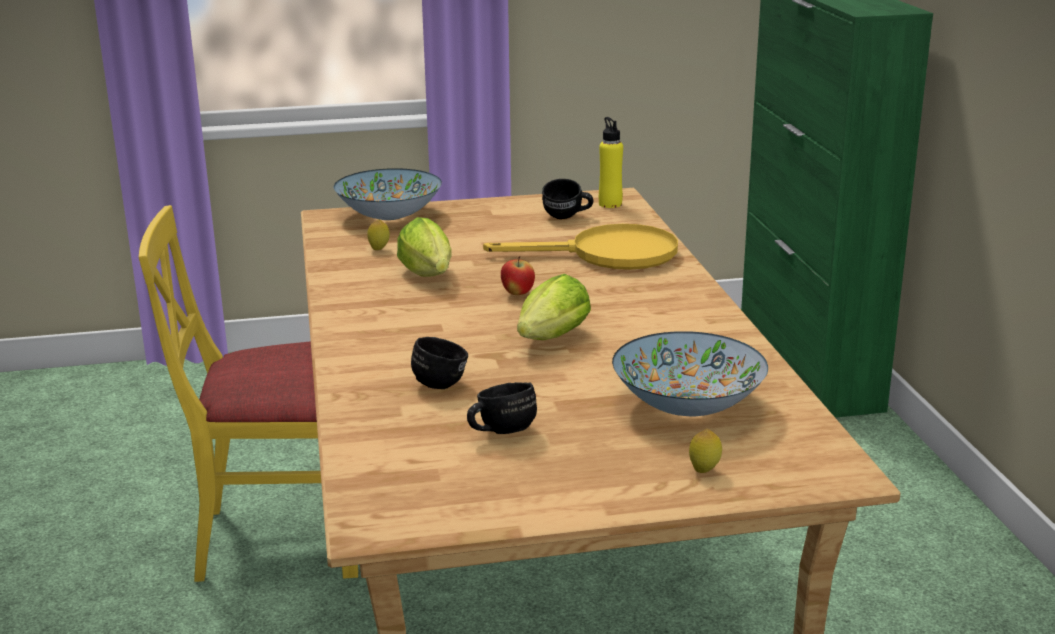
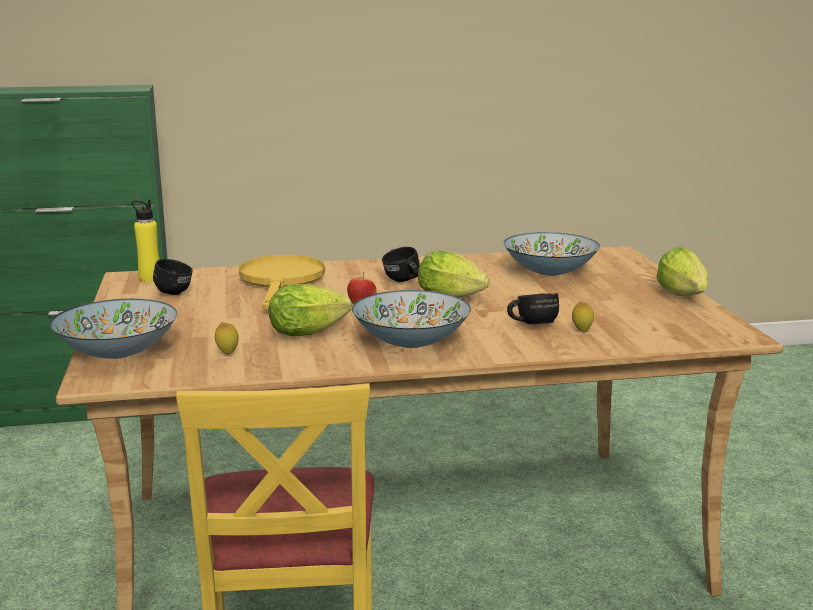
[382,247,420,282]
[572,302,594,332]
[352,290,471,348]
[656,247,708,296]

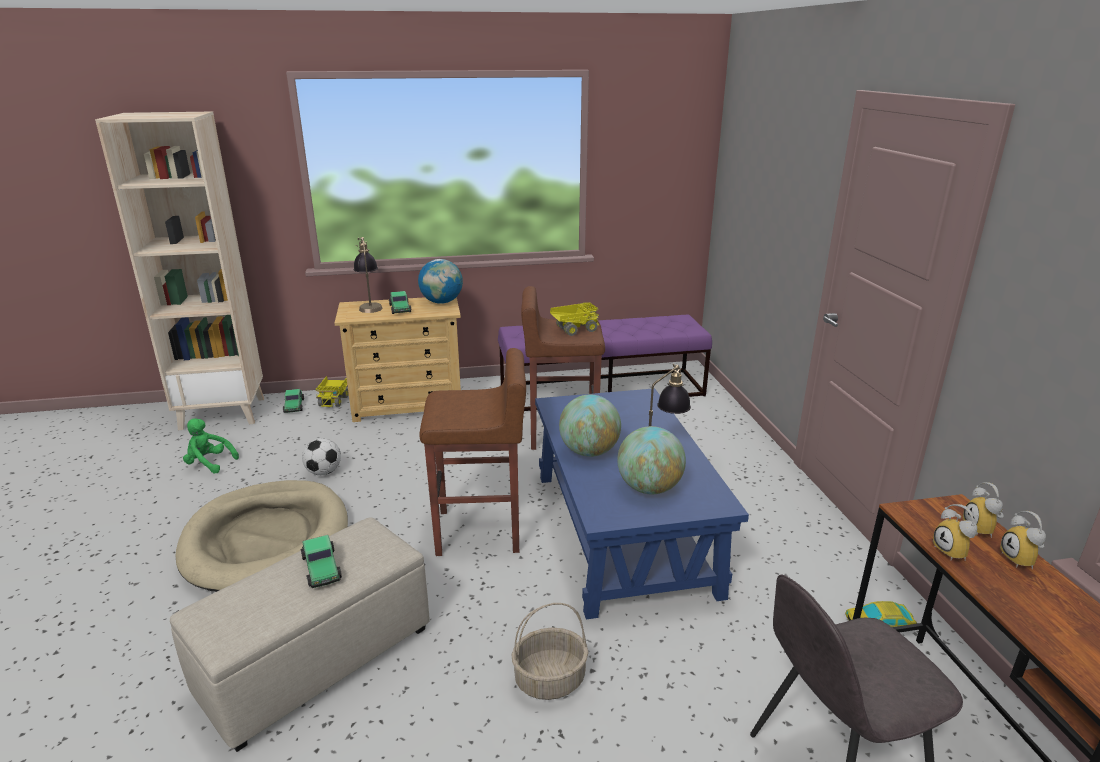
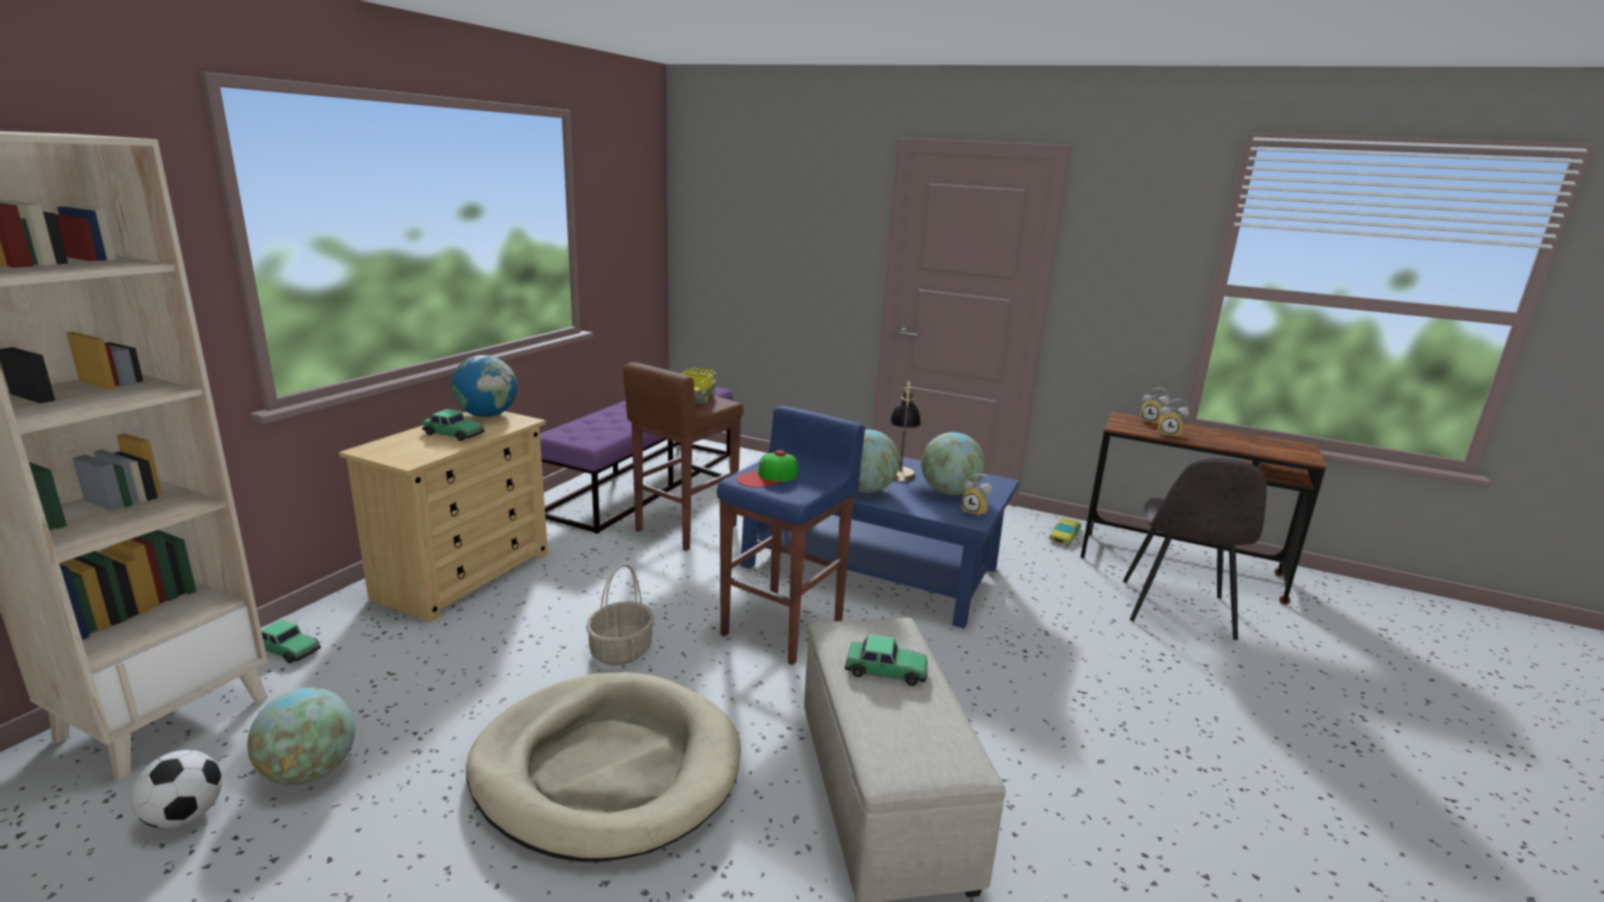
[247,688,355,785]
[130,750,222,828]
[316,376,349,408] (first image)
[354,237,383,313] (first image)
[717,406,865,665]
[586,564,654,665]
[961,474,992,516]
[736,450,798,488]

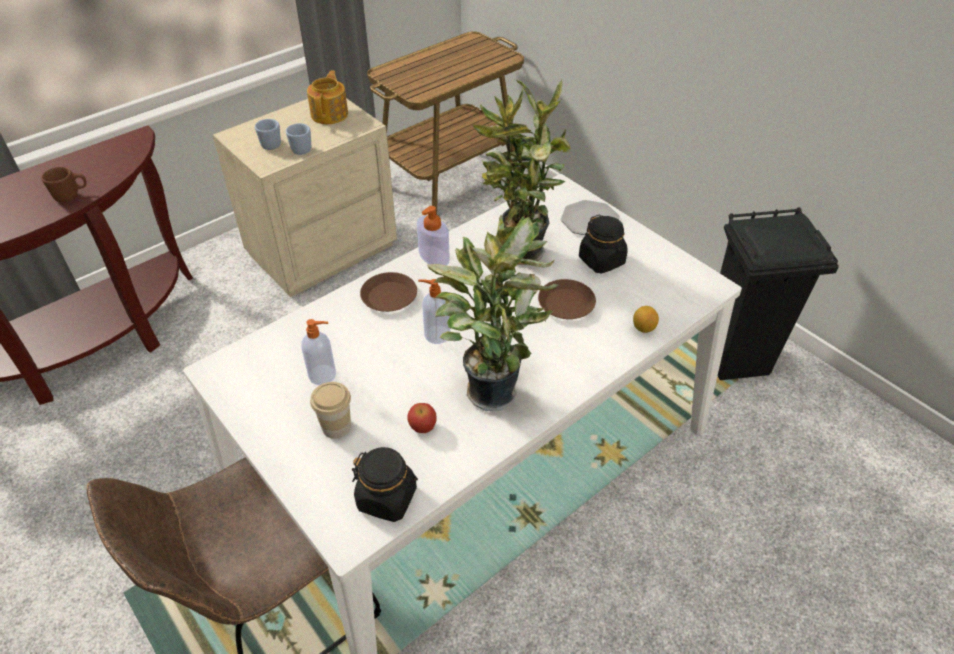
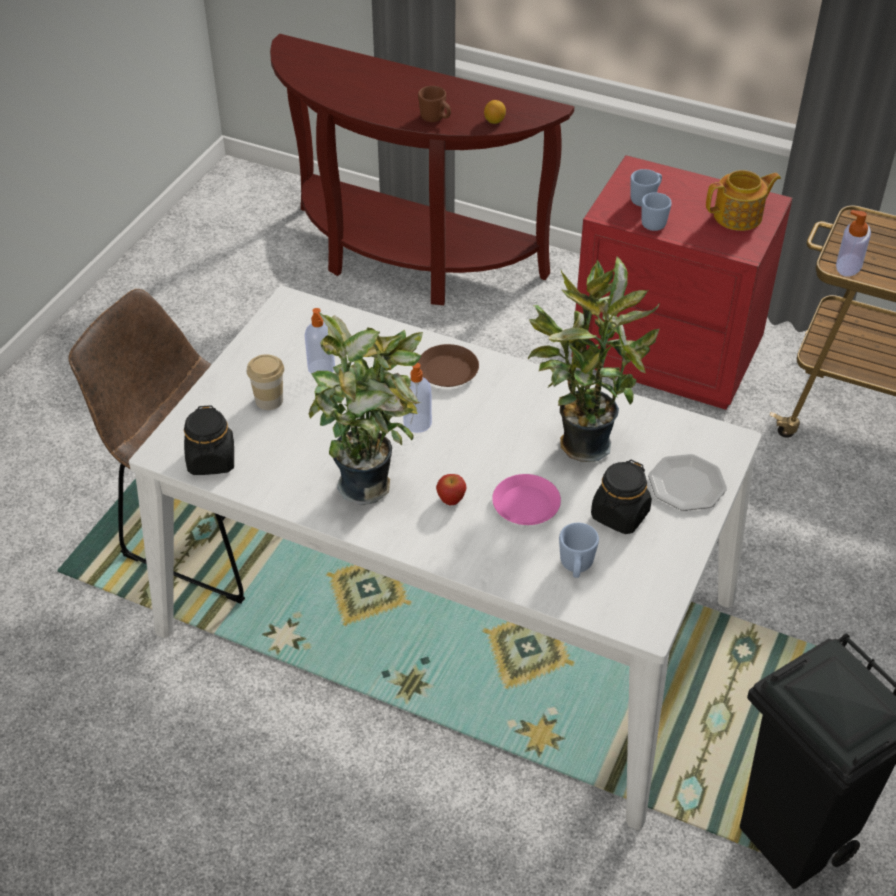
[571,155,793,410]
[436,474,467,505]
[836,210,871,277]
[492,474,561,525]
[484,100,506,124]
[559,523,599,578]

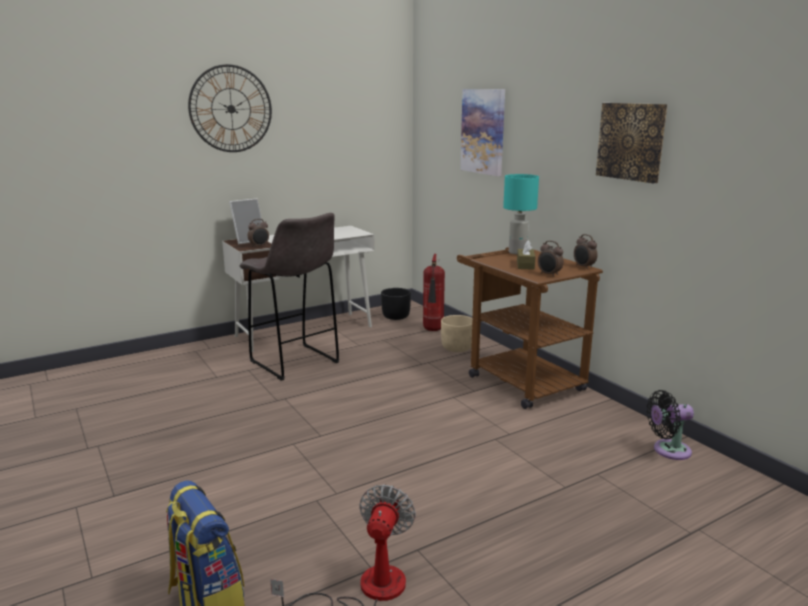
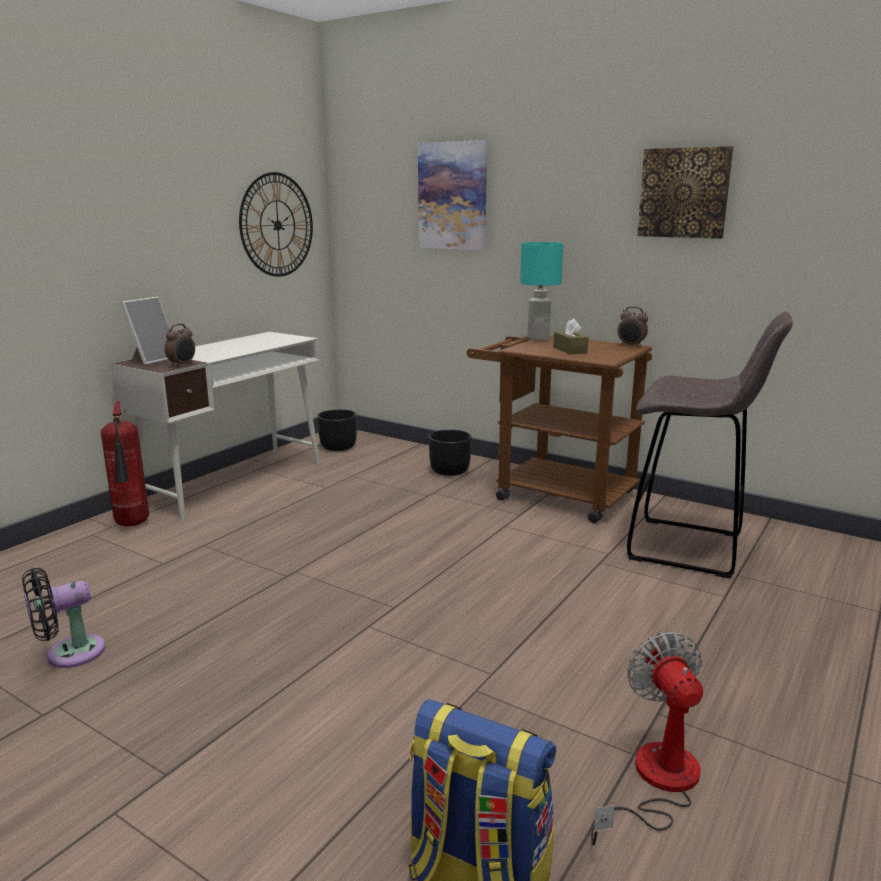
[239,172,313,277]
[627,312,793,579]
[101,401,149,526]
[429,429,472,476]
[538,241,564,277] (first image)
[22,568,105,668]

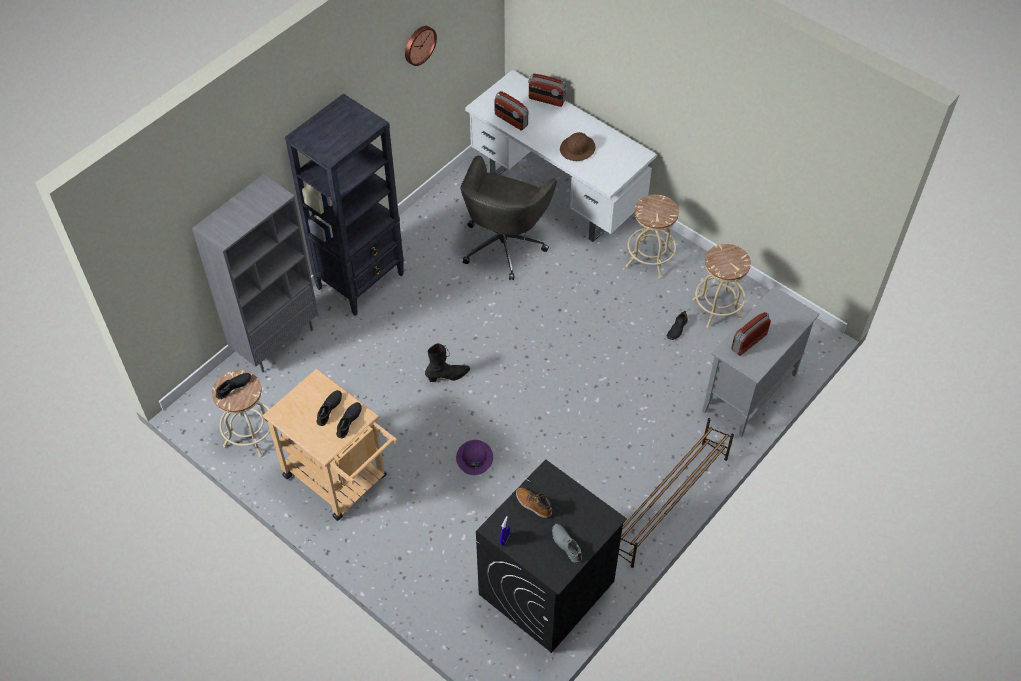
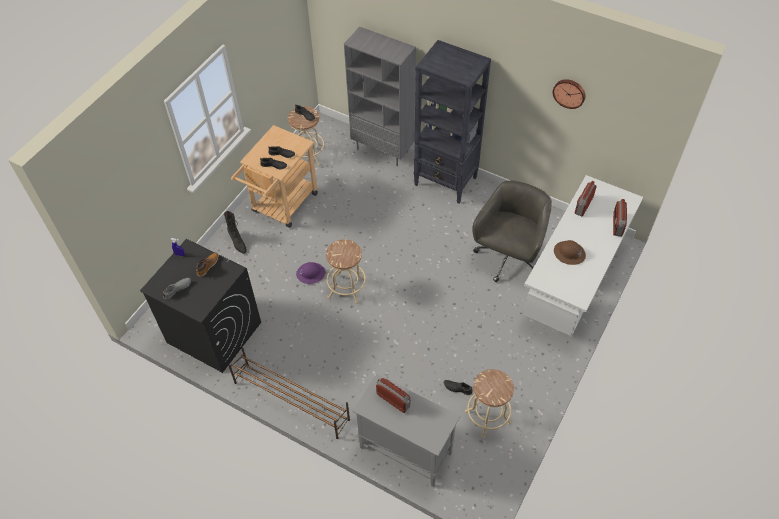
[224,211,247,254]
[472,181,552,282]
[326,239,366,304]

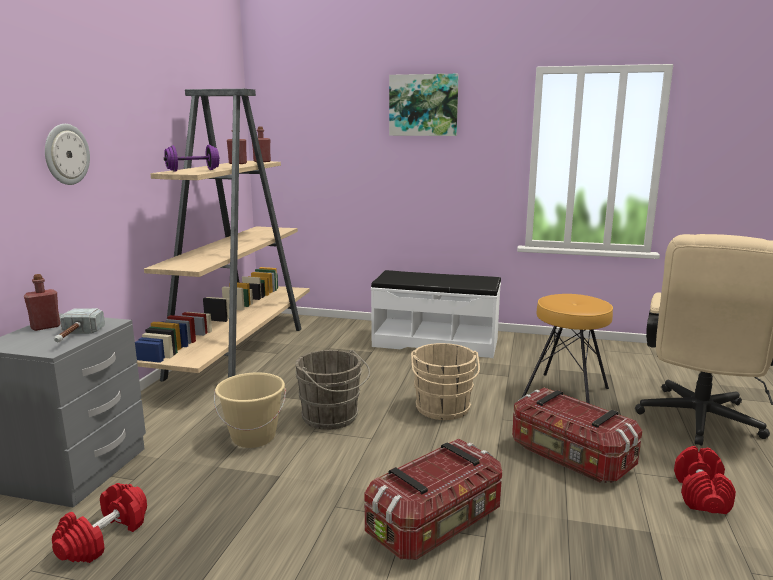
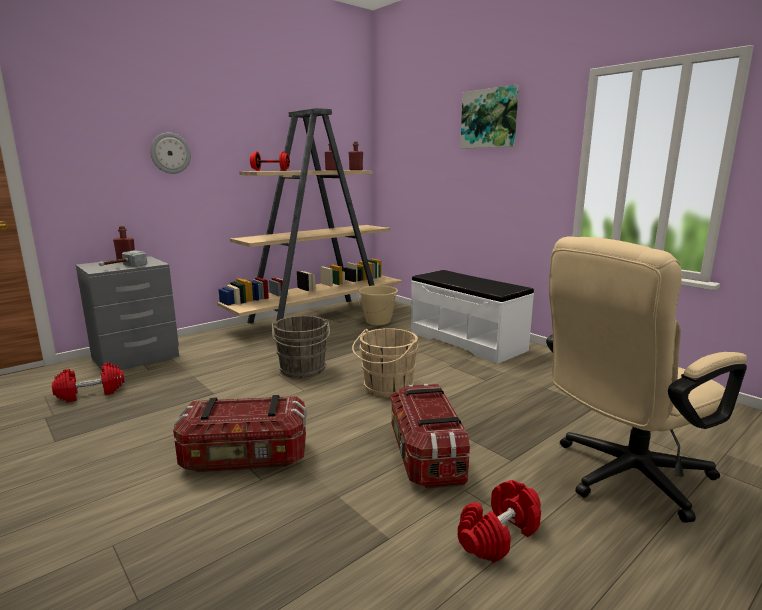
[250,151,290,171]
[359,285,398,325]
[521,294,613,404] (first image)

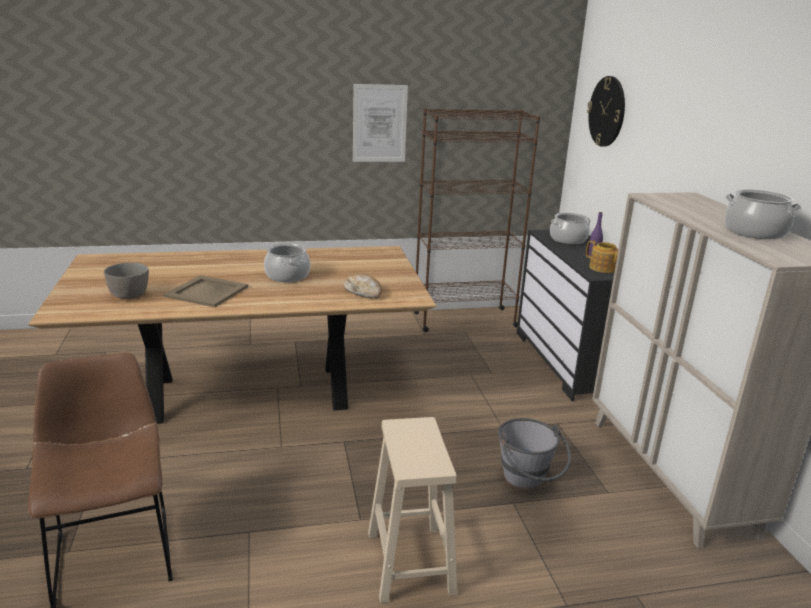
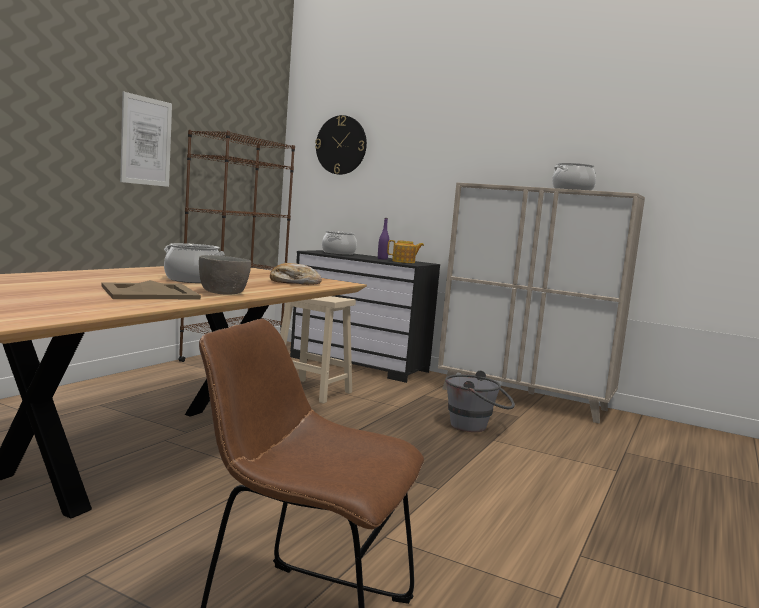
[199,255,251,295]
[280,296,356,404]

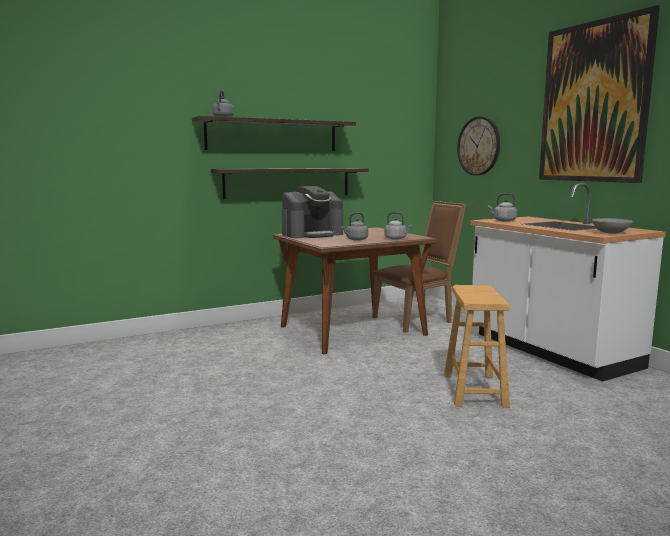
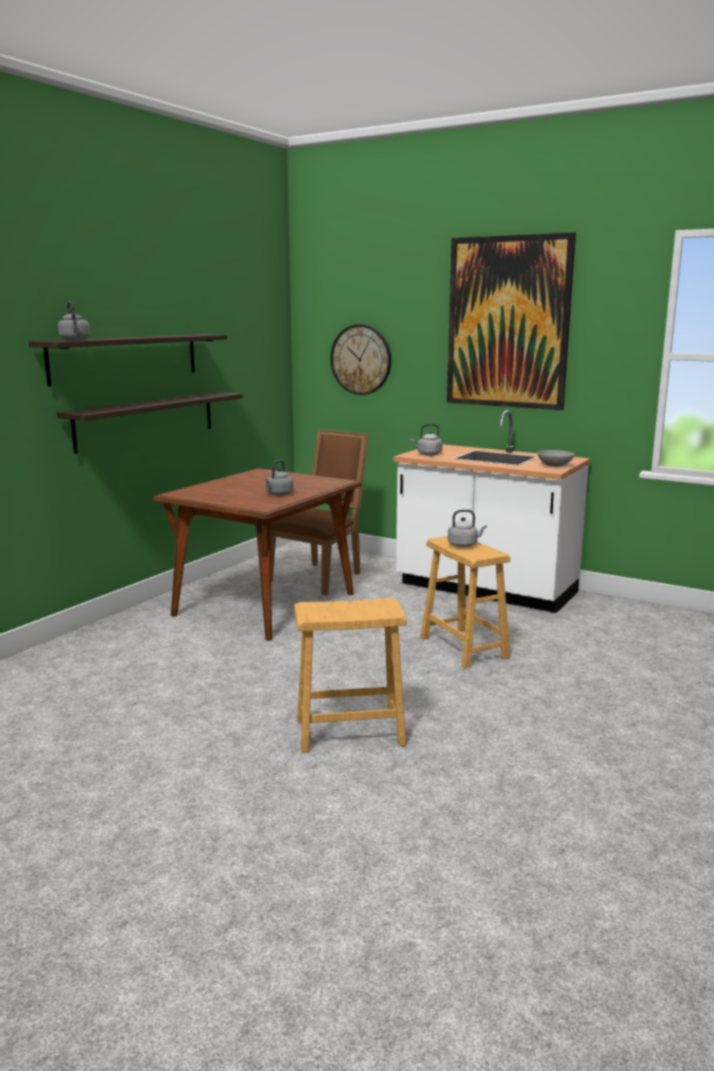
[282,186,343,238] (first image)
[448,510,487,547]
[294,598,407,753]

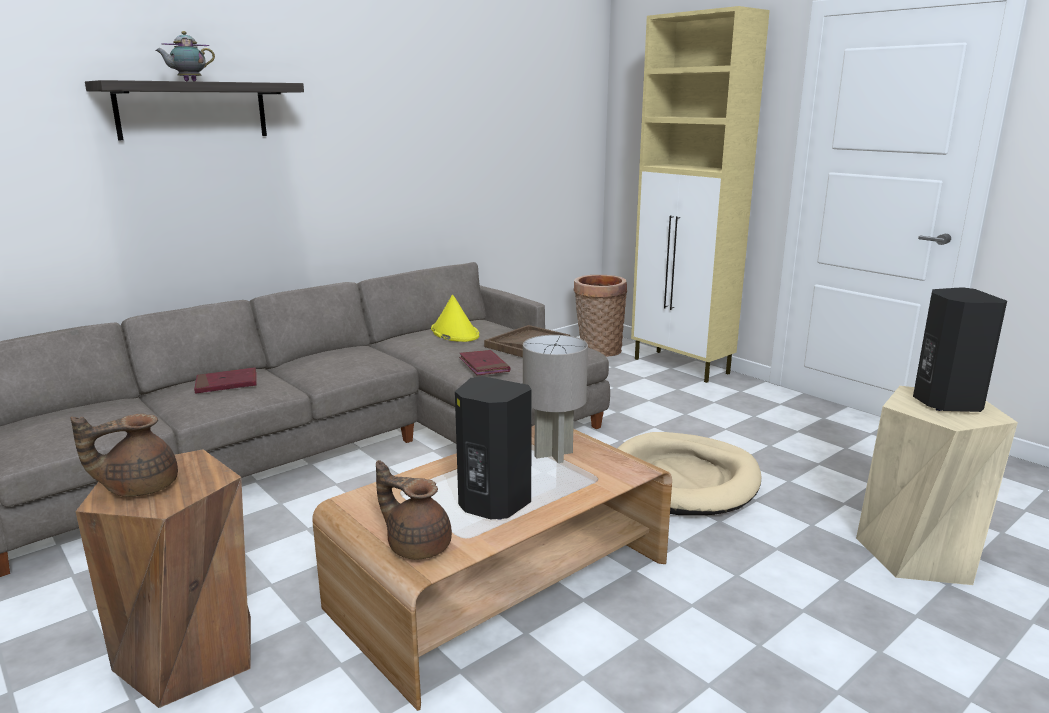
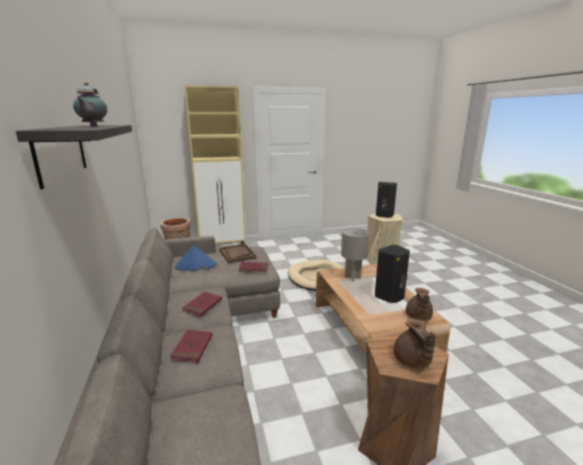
[406,288,433,321]
[175,245,217,271]
[182,292,222,317]

